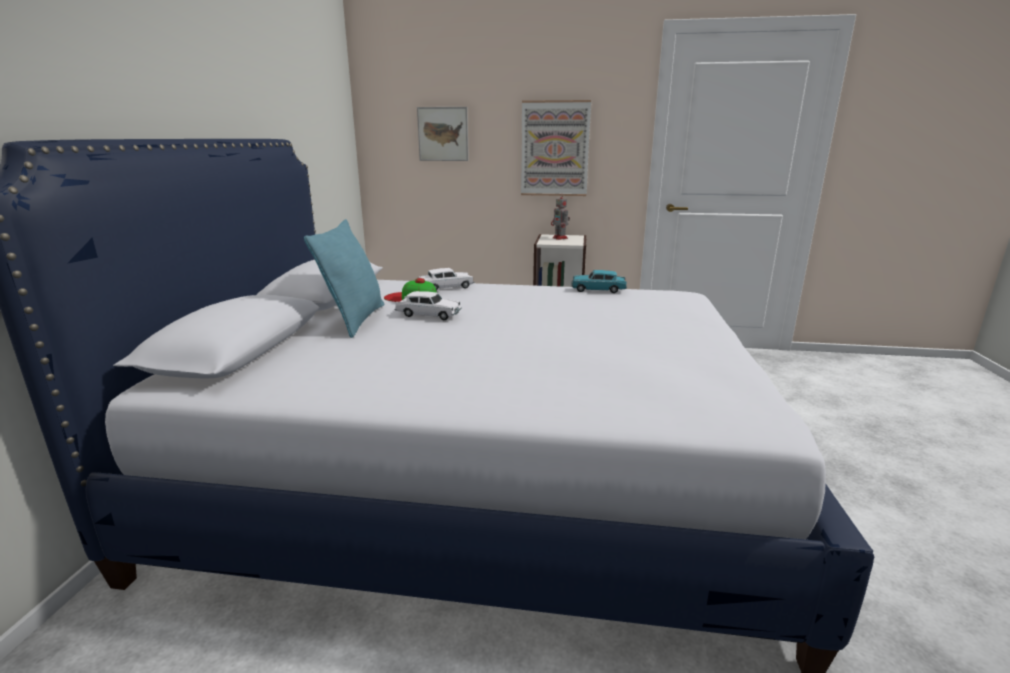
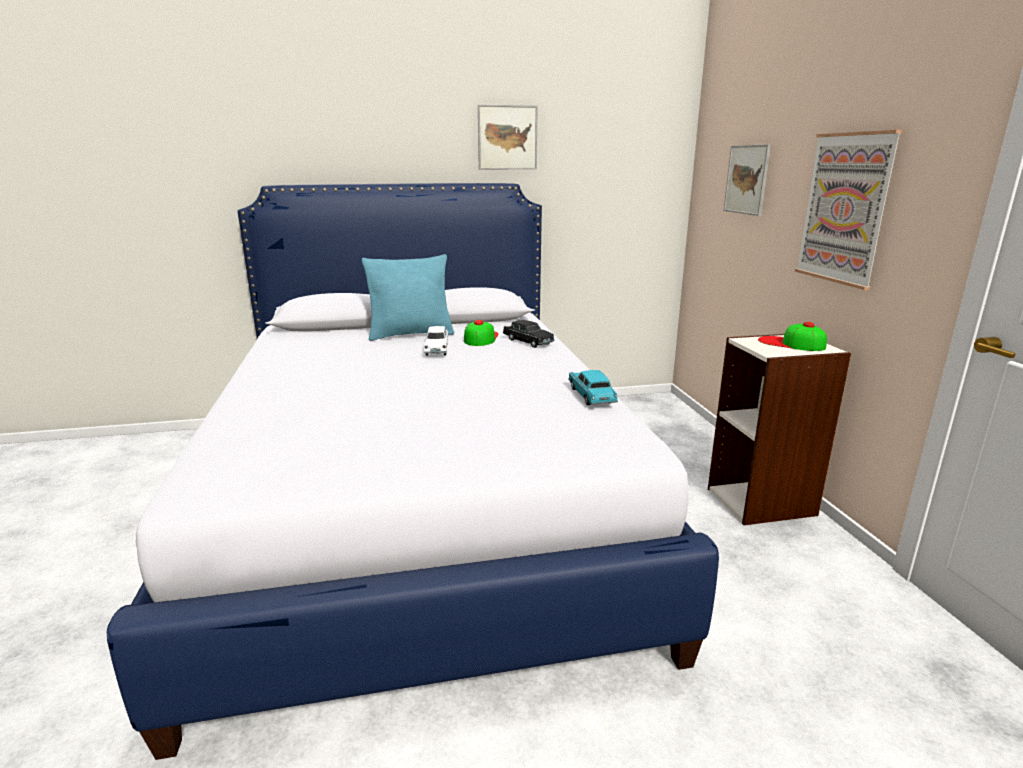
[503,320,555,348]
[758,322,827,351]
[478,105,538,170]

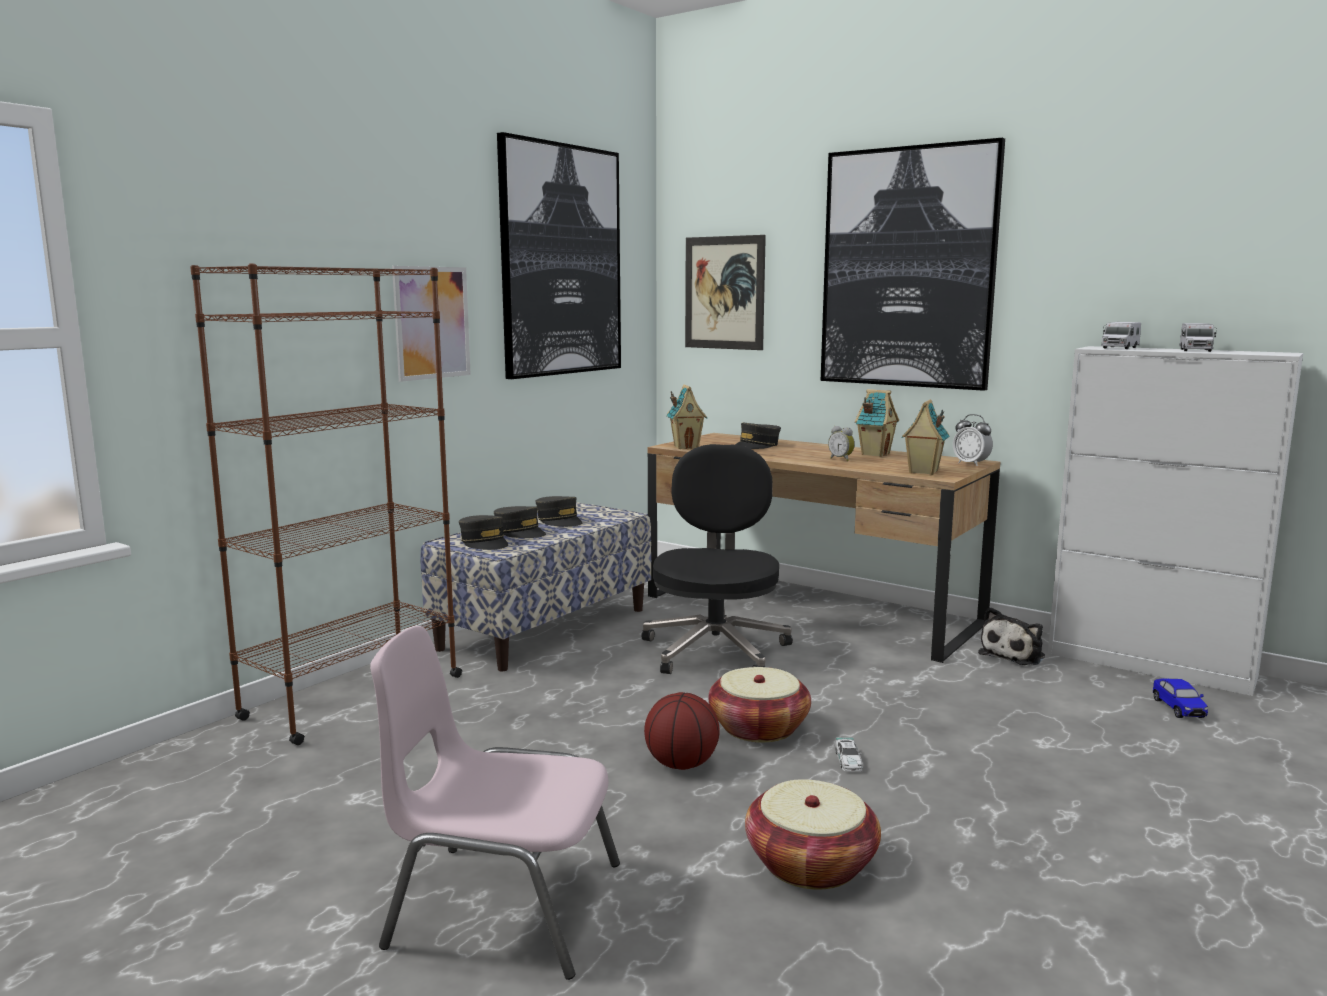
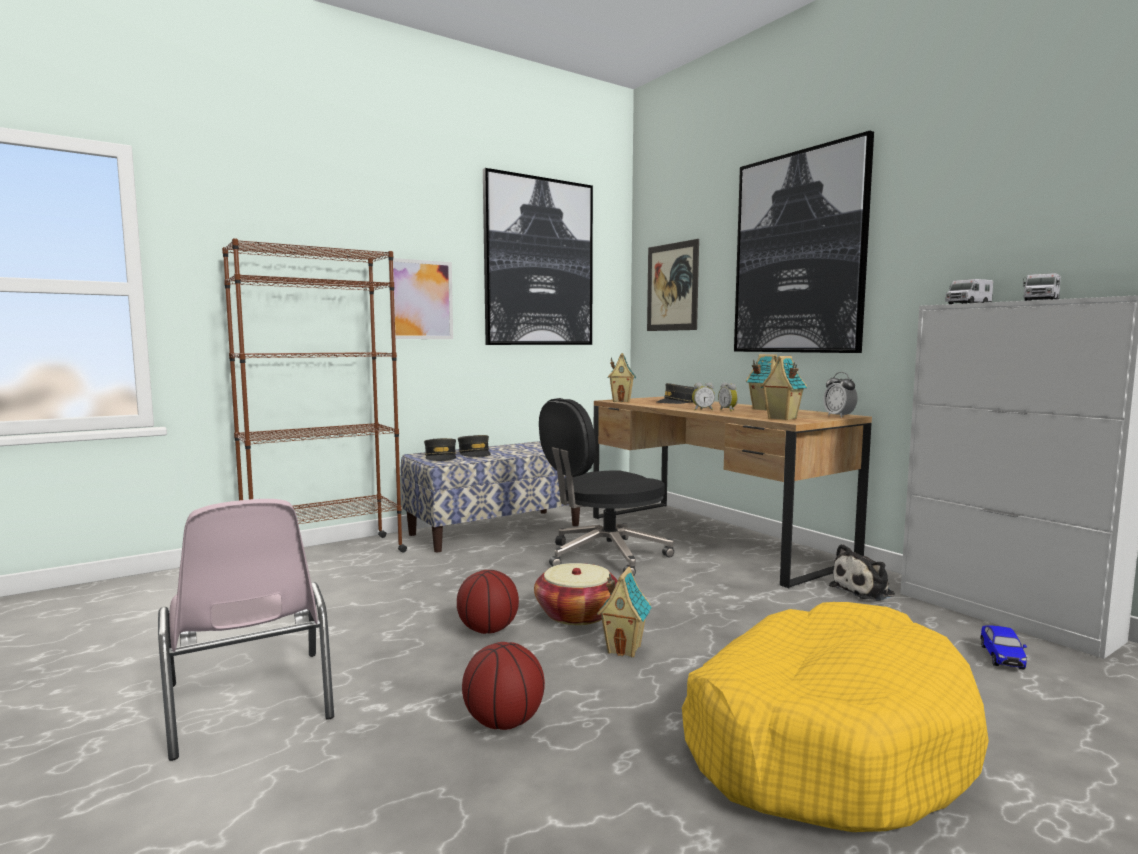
[158,499,334,761]
[535,496,583,527] (first image)
[539,398,674,576]
[462,642,545,730]
[597,567,652,657]
[682,602,989,832]
[692,383,715,411]

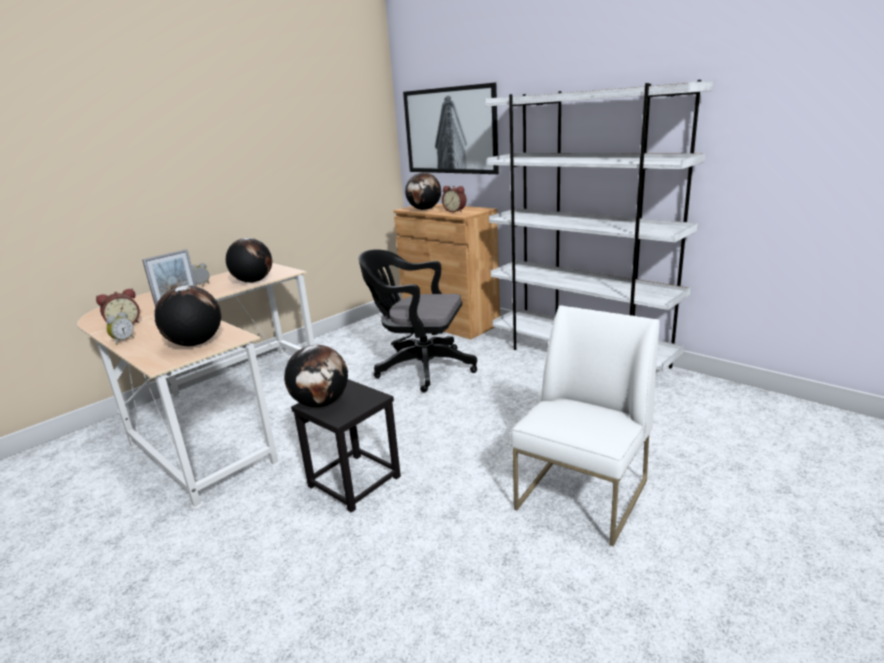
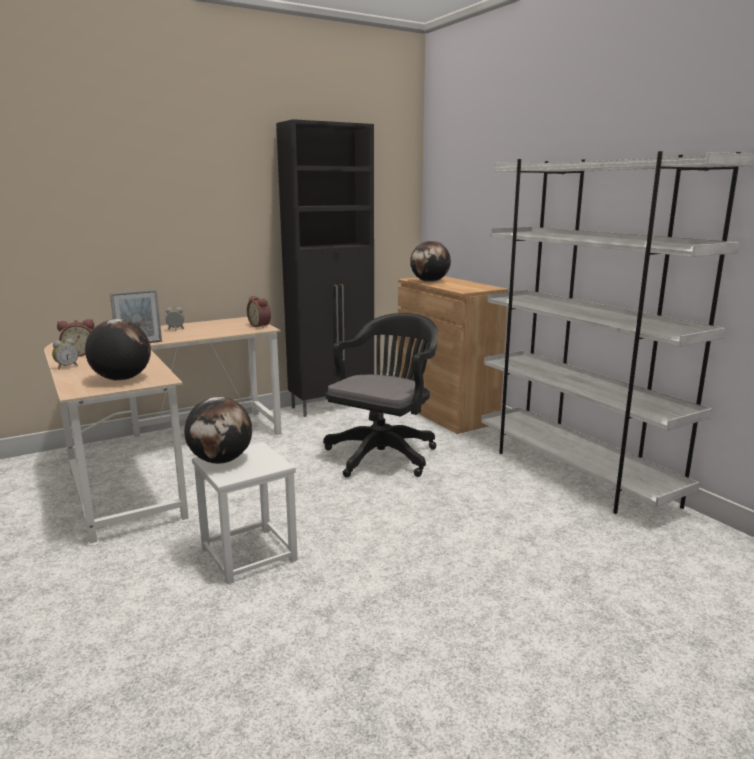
[226,238,272,283] (first image)
[192,442,298,585]
[323,313,438,478]
[403,82,499,174] (first image)
[247,296,271,328]
[510,305,660,546] (first image)
[276,119,374,417]

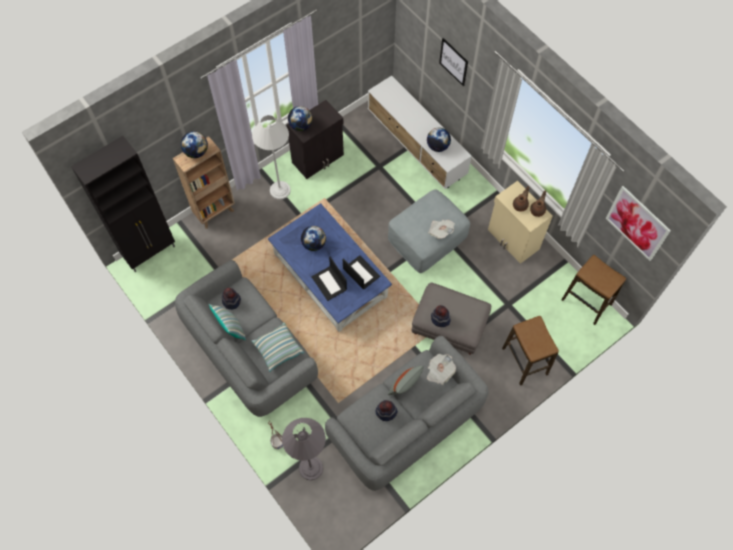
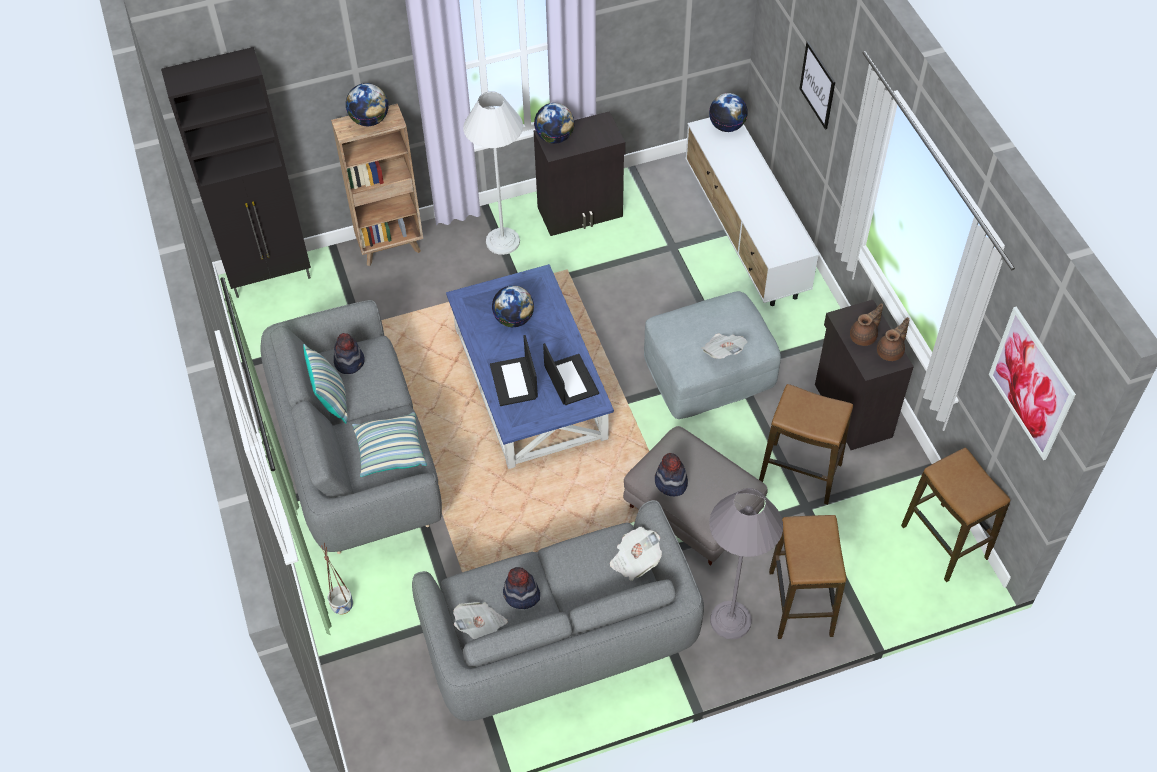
[709,488,783,639]
[388,366,424,395] (first image)
[709,93,748,132]
[815,300,914,450]
[453,602,508,639]
[759,384,853,505]

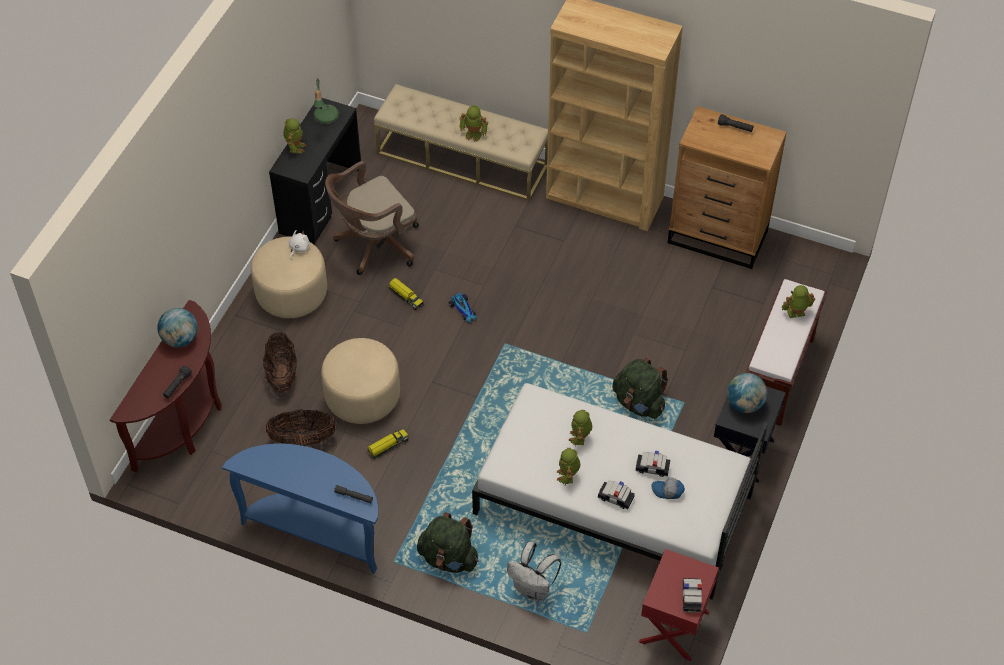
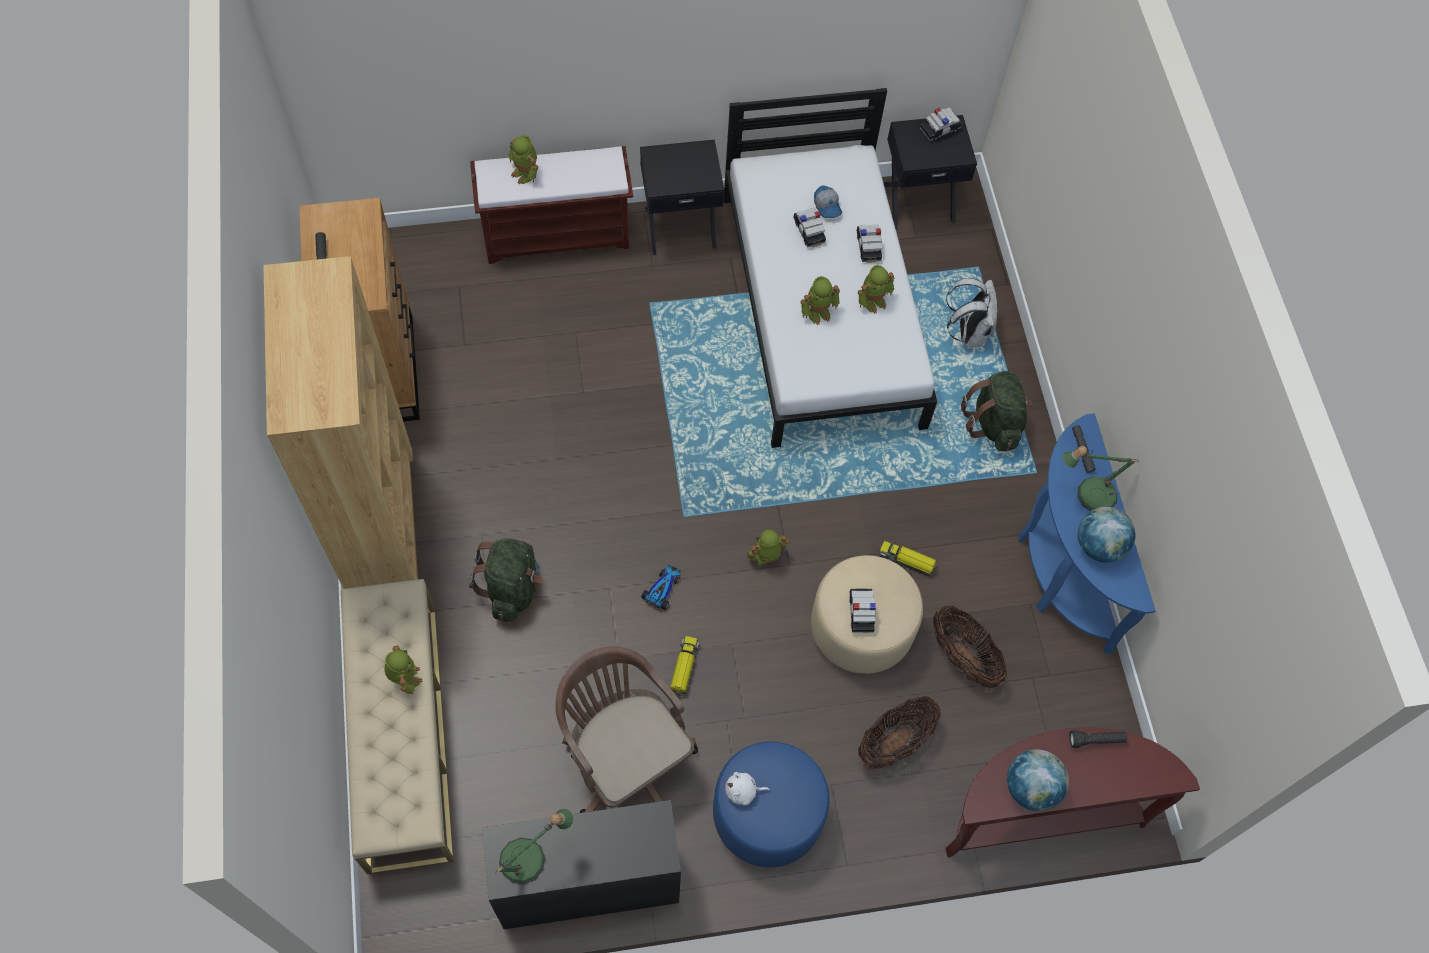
[713,742,830,867]
[747,529,789,566]
[555,646,698,813]
[469,538,542,622]
[883,115,977,229]
[1078,507,1135,563]
[849,589,876,633]
[1063,446,1138,511]

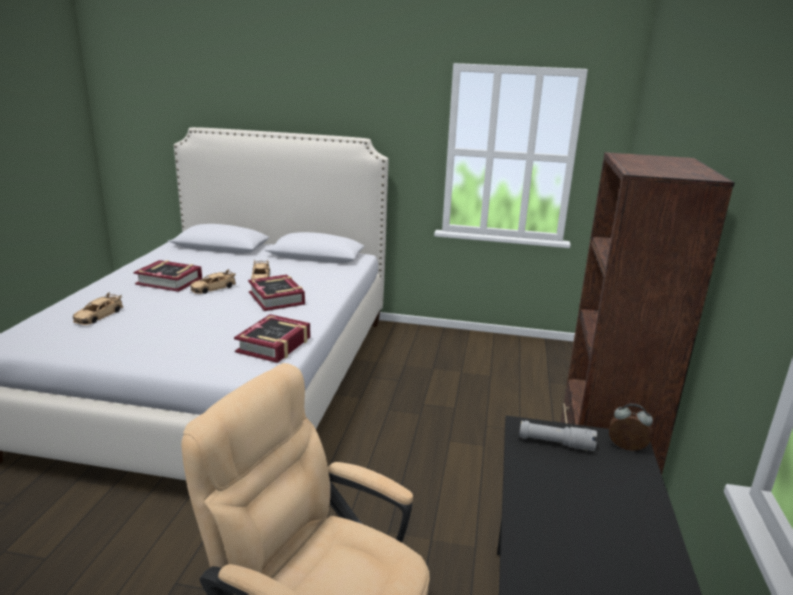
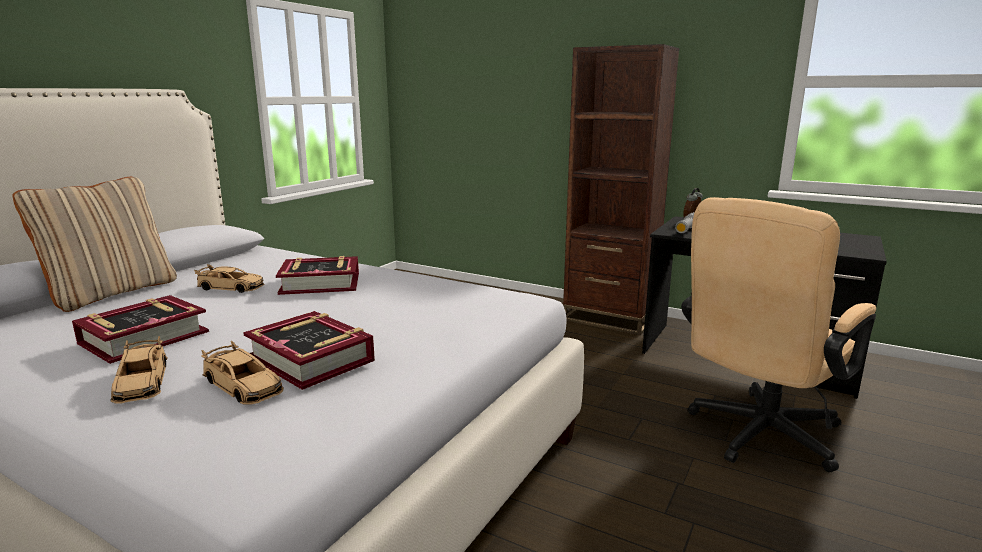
[110,336,168,403]
[243,311,375,390]
[12,177,177,312]

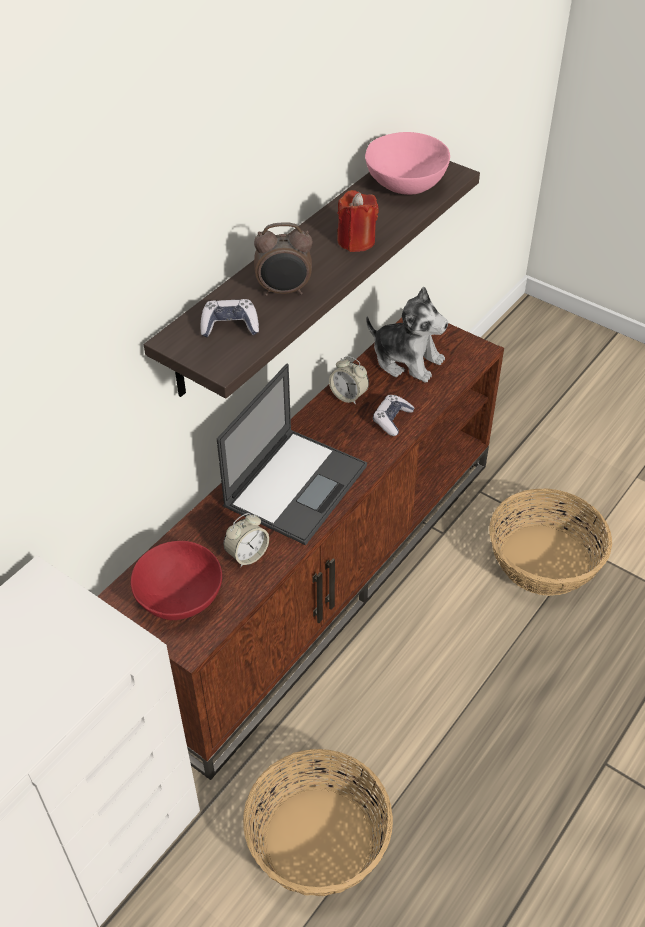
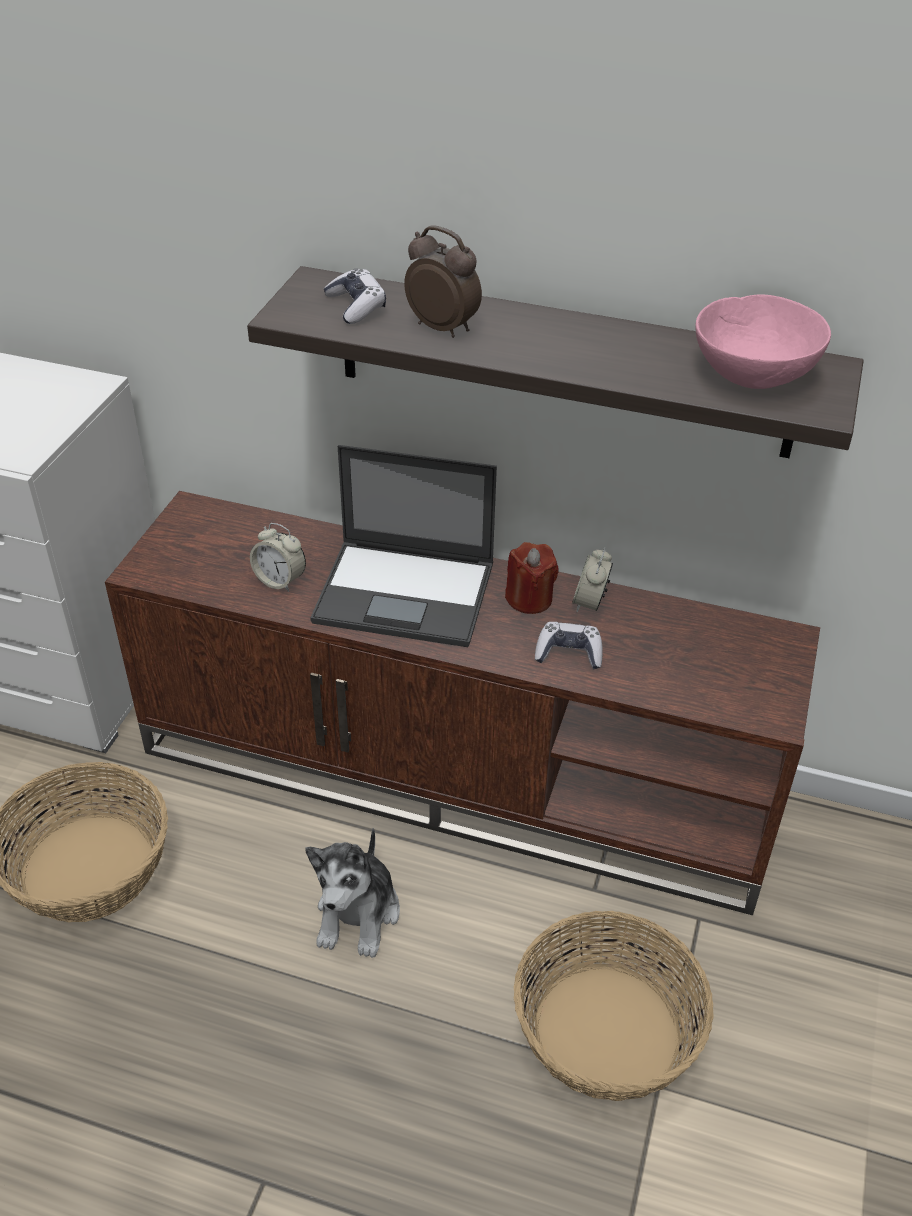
[131,541,222,620] (first image)
[404,226,482,338]
[505,542,559,614]
[305,828,400,958]

